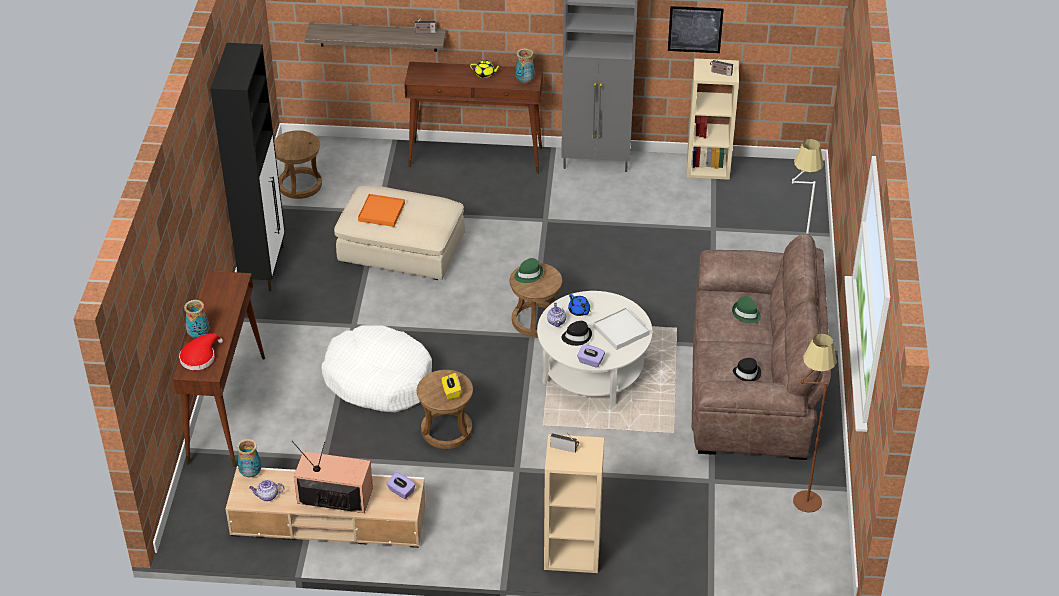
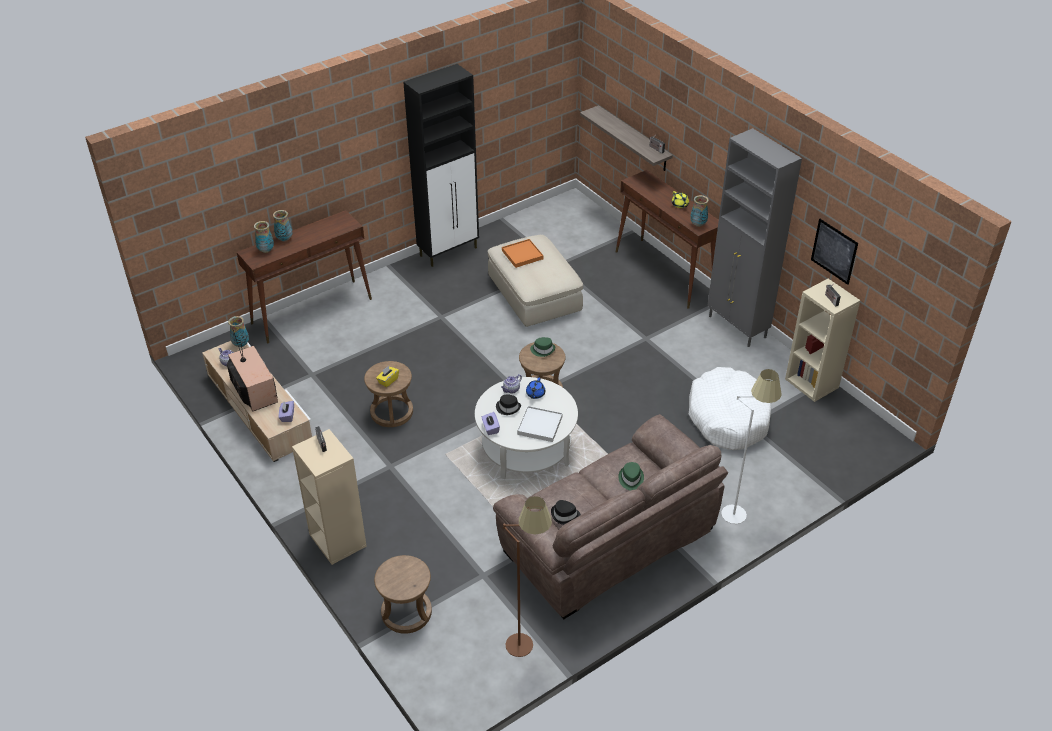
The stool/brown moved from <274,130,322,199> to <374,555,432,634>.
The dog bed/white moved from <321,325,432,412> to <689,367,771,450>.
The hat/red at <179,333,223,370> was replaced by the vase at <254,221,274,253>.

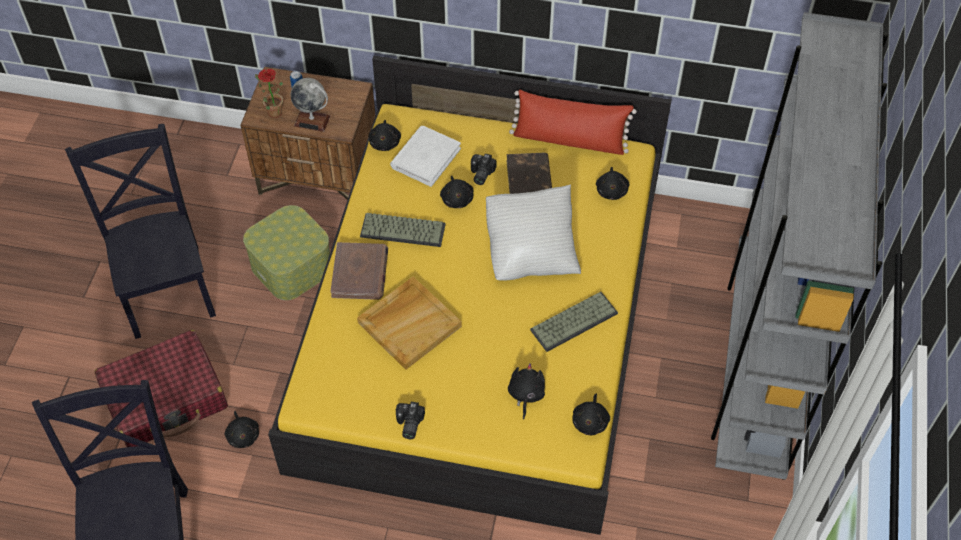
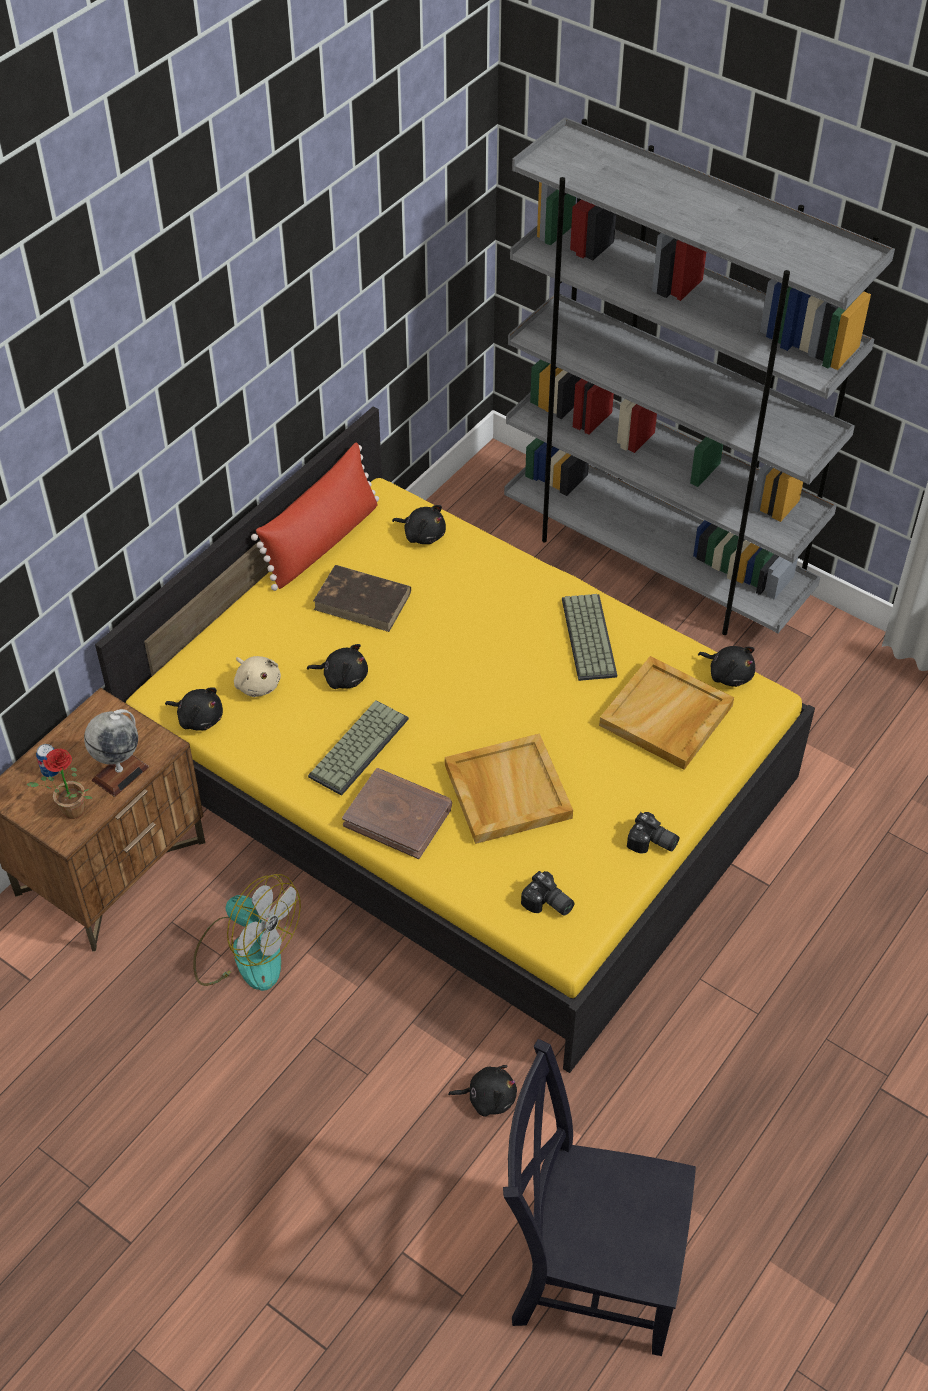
The chair/black at <65,124,216,339> disappeared.
The book/white at <390,126,461,187> was replaced by the plush toy/beige at <234,656,281,697>.
The photo camera moved from <471,153,496,185> to <521,871,575,916>.
The pillow/white at <486,185,581,280> disappeared.
The storage box at <243,205,330,300> was replaced by the fan at <193,874,301,991>.
The suitcase/red at <95,330,228,447> disappeared.
The plush toy/black at <508,363,545,419> was replaced by the tray/beige at <599,656,734,770>.

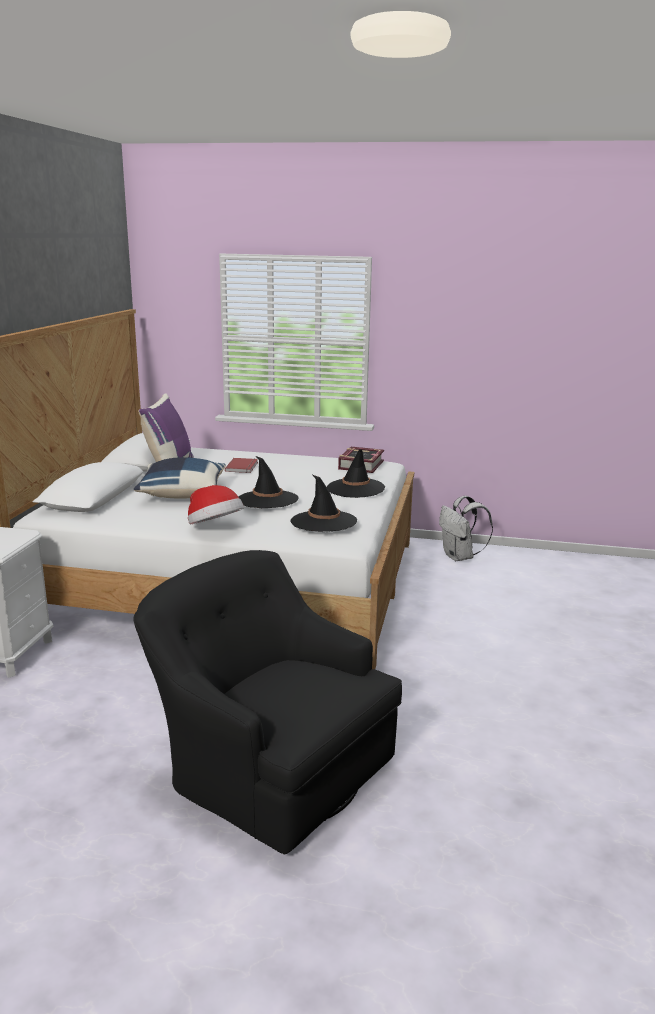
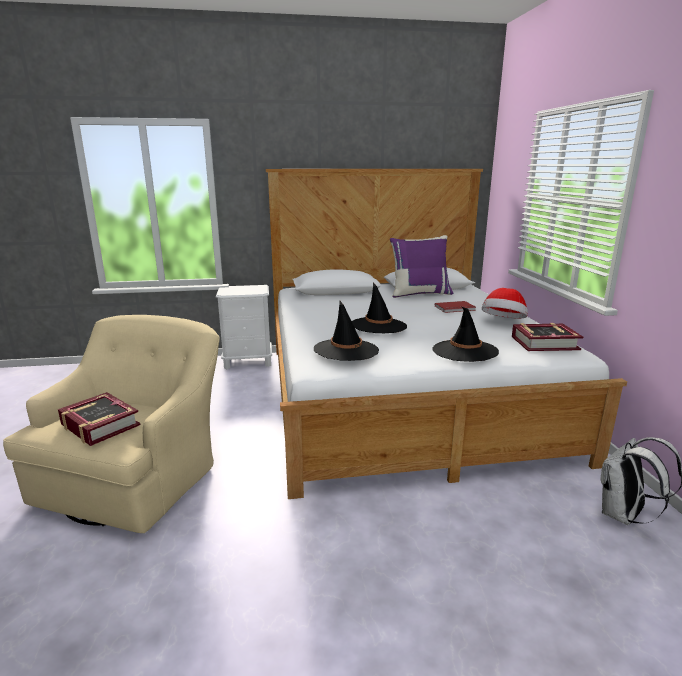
The pillow/blue at <134,457,226,499> disappeared.
The hat moved from <188,485,244,525> to <482,288,528,319>.
The armchair/black at <133,550,402,855> became the armchair/beige at <3,315,220,533>.
The book at <58,392,140,446> appeared.

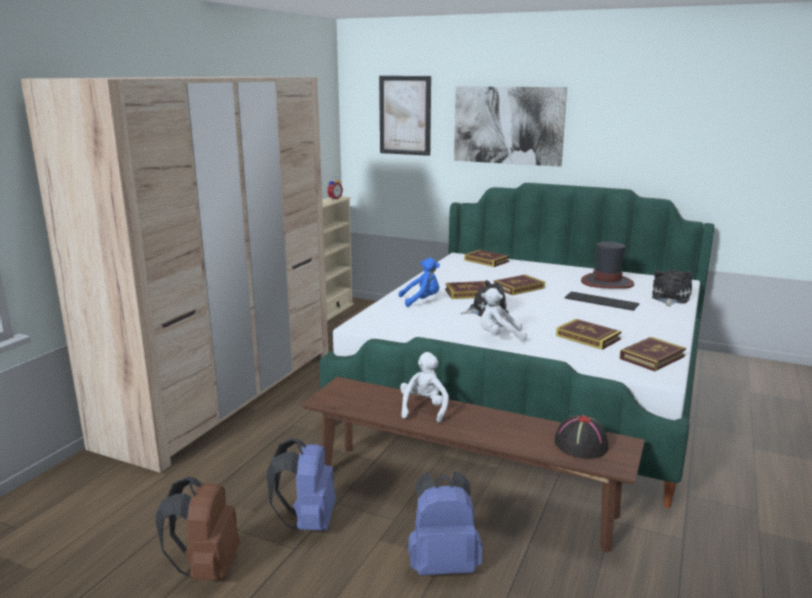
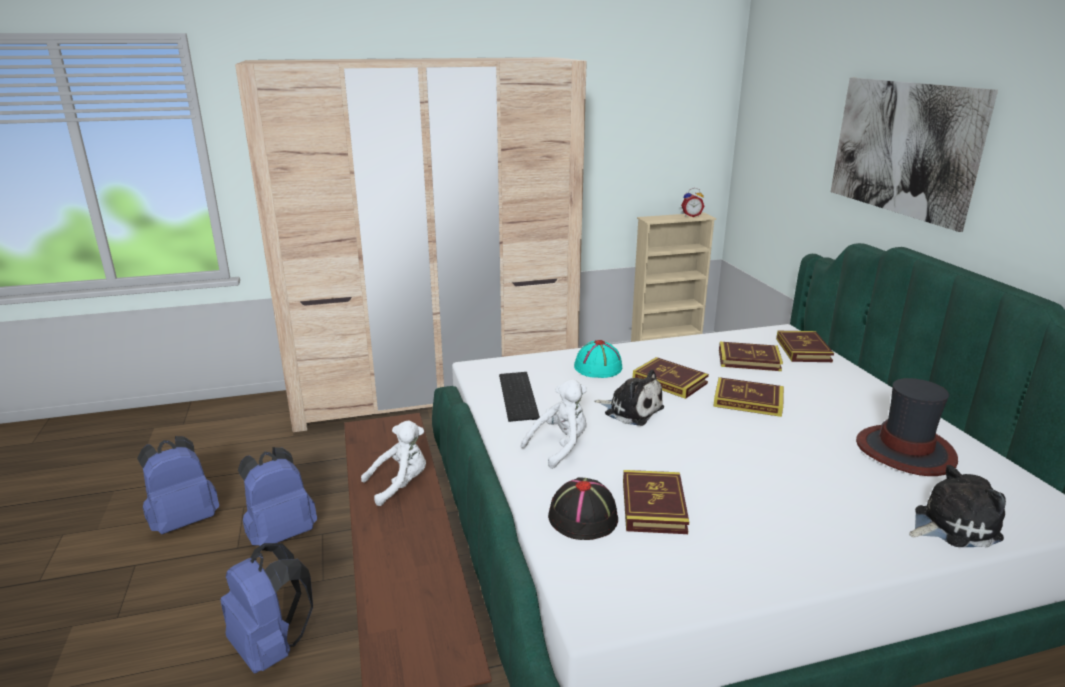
The picture at <379,76,431,156> disappeared.
The plush toy/blue at <399,258,440,307> was replaced by the hat/turquoise at <574,340,622,378>.
The plush toy/white at <480,288,527,342> turned 90 degrees clockwise.
The keyboard moved from <564,292,639,311> to <499,372,540,422>.
The book moved from <619,337,686,371> to <719,342,783,371>.
The hat/black moved from <554,415,609,459> to <548,477,618,540>.
The backpack/brown at <156,477,240,580> became the backpack/blue at <137,436,219,534>.

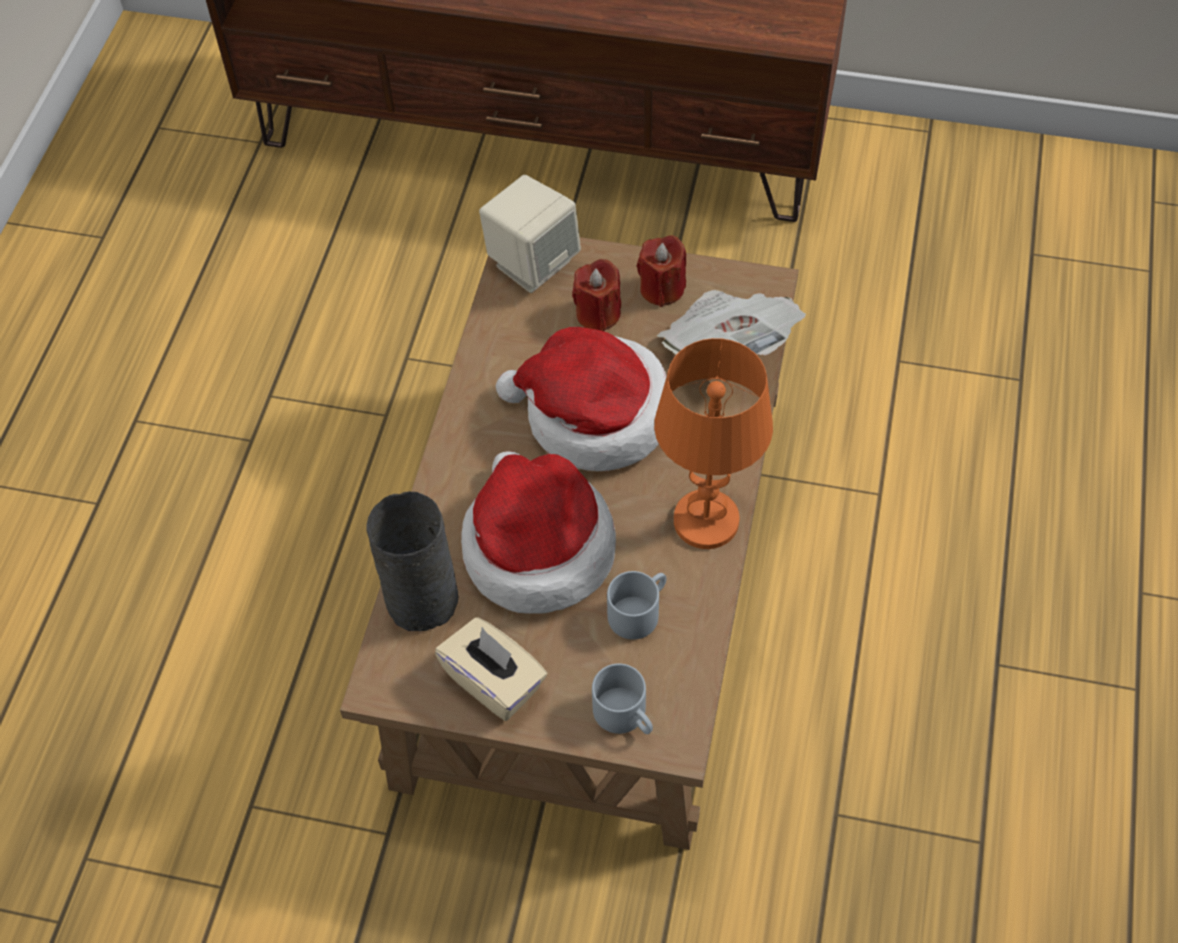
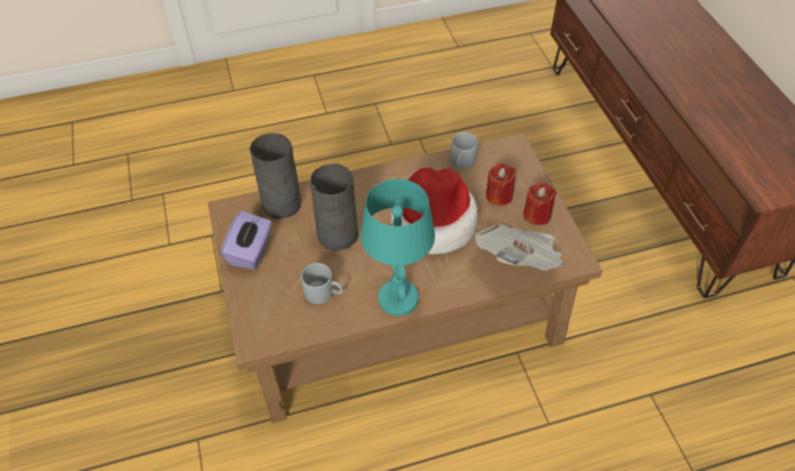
The speaker/beige at <479,175,581,293> disappeared.
The table lamp/orange at <654,338,773,549> became the table lamp/turquoise at <361,179,435,316>.
The hat at <461,451,616,614> was replaced by the vase/grey at <310,164,358,250>.
The tissue box/beige at <435,617,547,721> became the tissue box/purple at <221,211,272,270>.
The mug/grey moved from <592,663,653,734> to <450,132,478,169>.

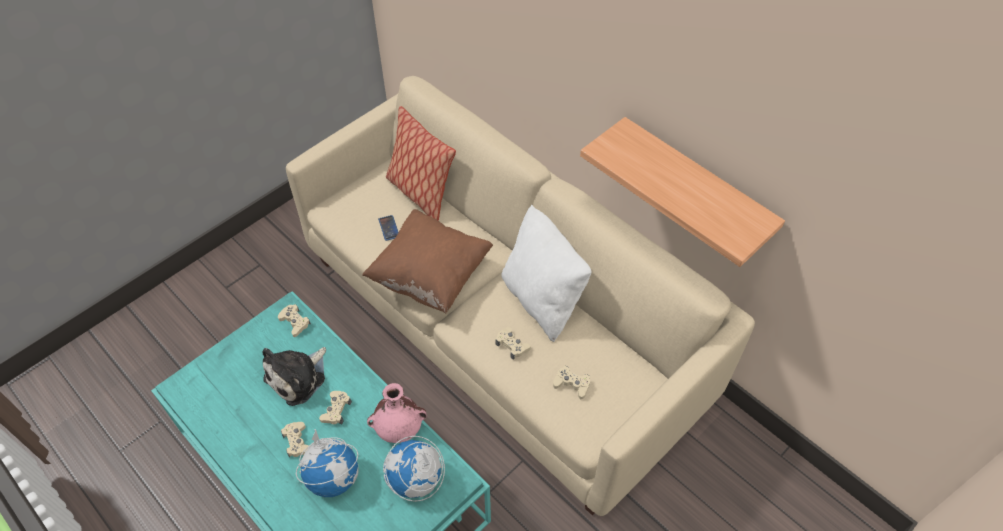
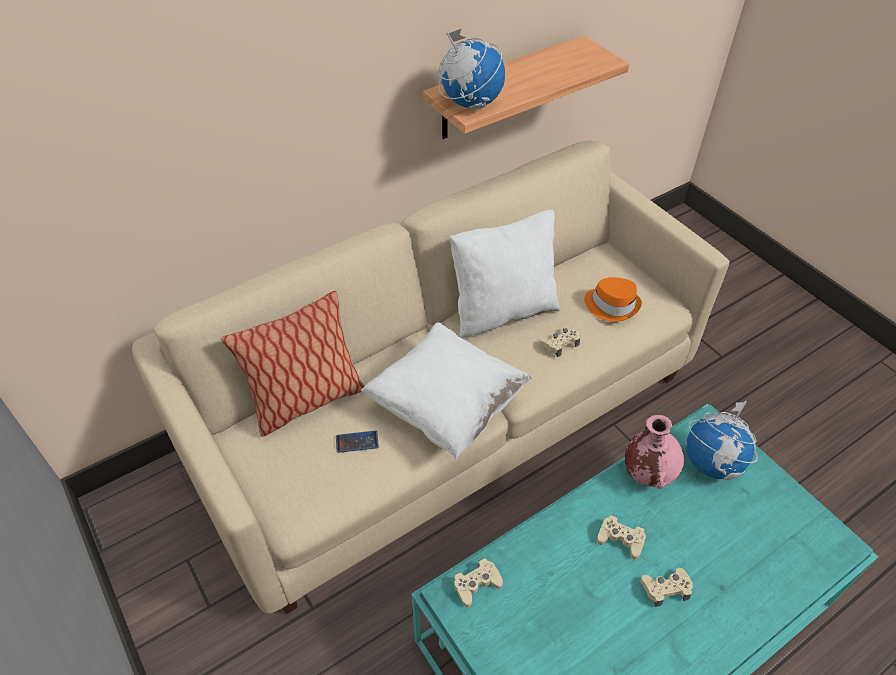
The pillow/brown at <362,209,493,313> became the pillow/white at <361,322,532,460>.
The plush toy at <263,347,326,406> disappeared.
The game controller/beige at <553,366,590,399> was replaced by the hat/orange at <584,277,642,322>.
The globe moved from <296,429,359,497> to <438,29,505,109>.

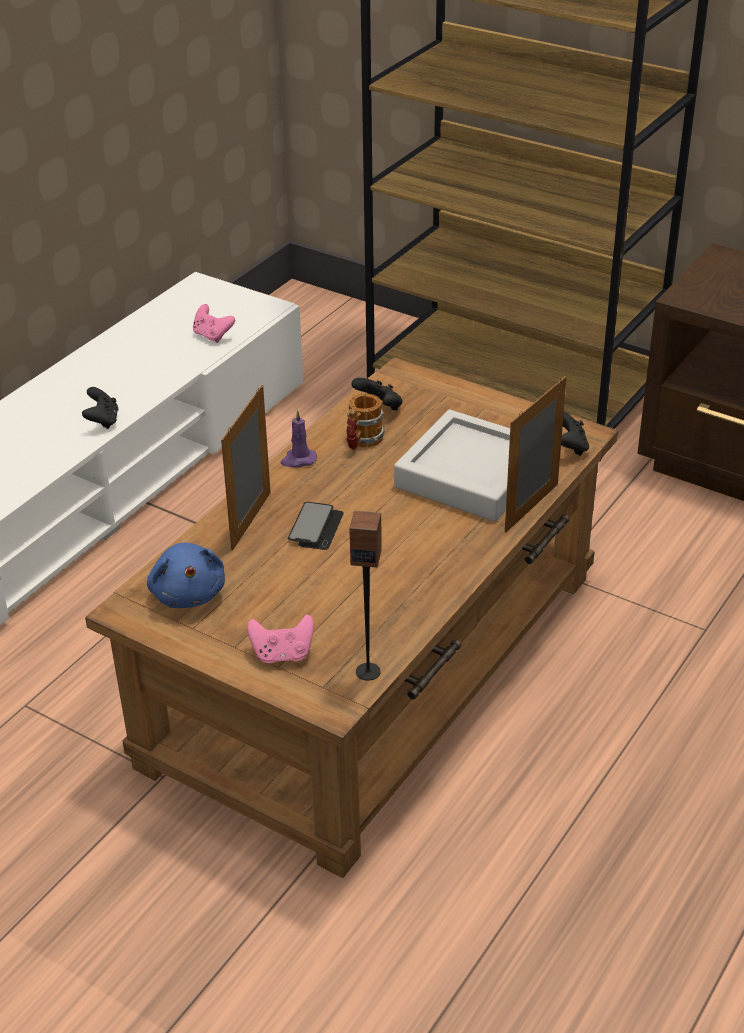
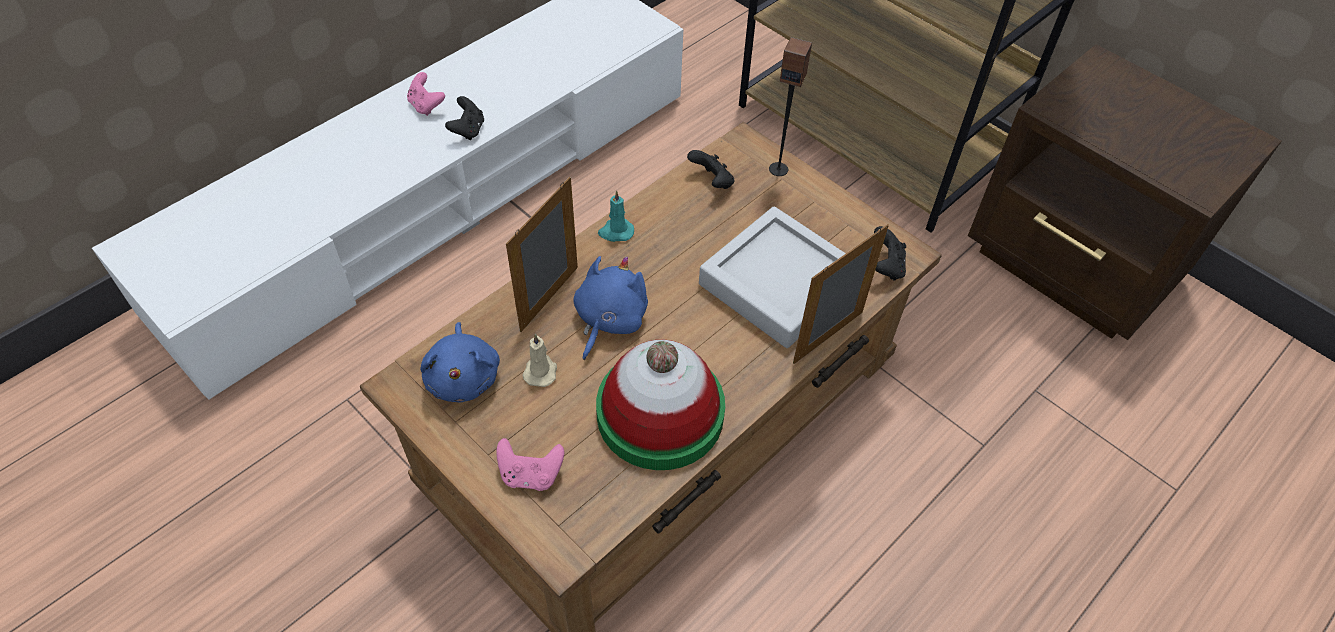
The game controller/pink moved from <193,304,235,343> to <407,72,445,116>.
The mug at <346,393,385,451> disappeared.
The candle/purple at <281,410,317,467> became the candle/turquoise at <598,190,634,242>.
The phone at <288,502,344,550> was replaced by the plush toy/blue at <574,256,648,360>.
The speaker moved from <349,511,382,681> to <769,37,812,176>.
The candle/beige at <522,334,557,387> appeared.
The hat at <596,340,725,470> appeared.

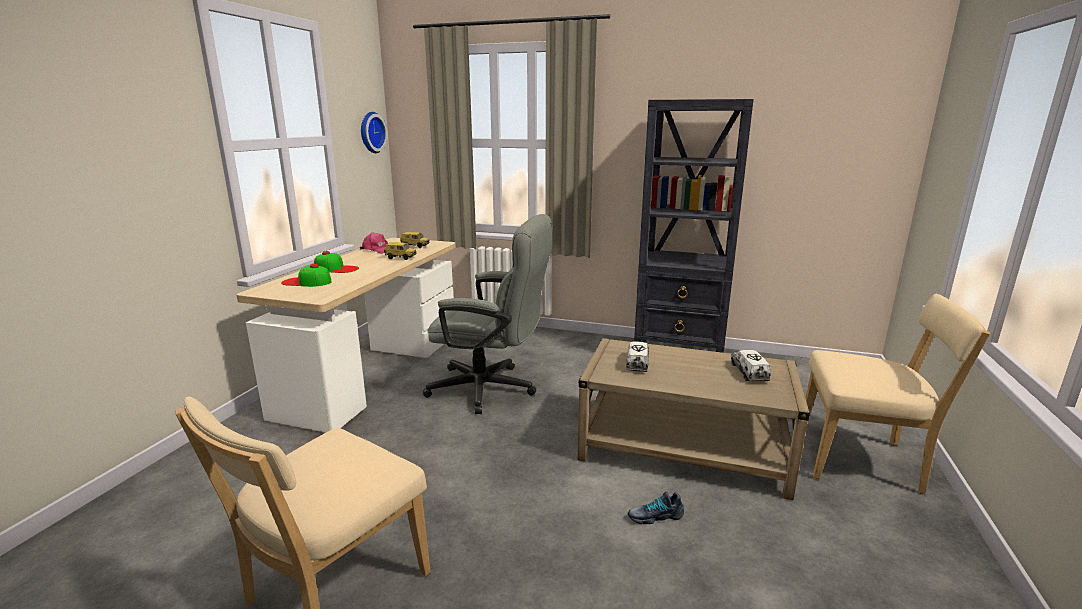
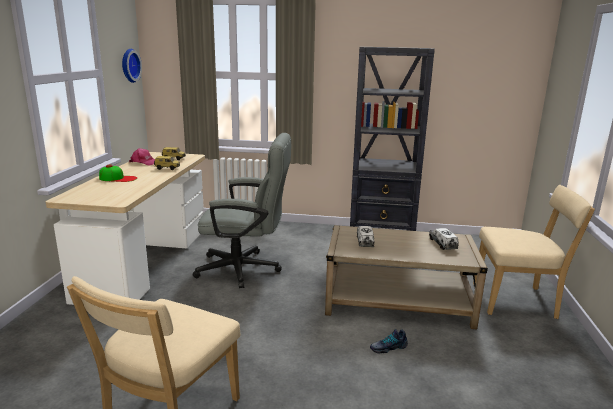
The cap at <281,264,332,287> disappeared.

